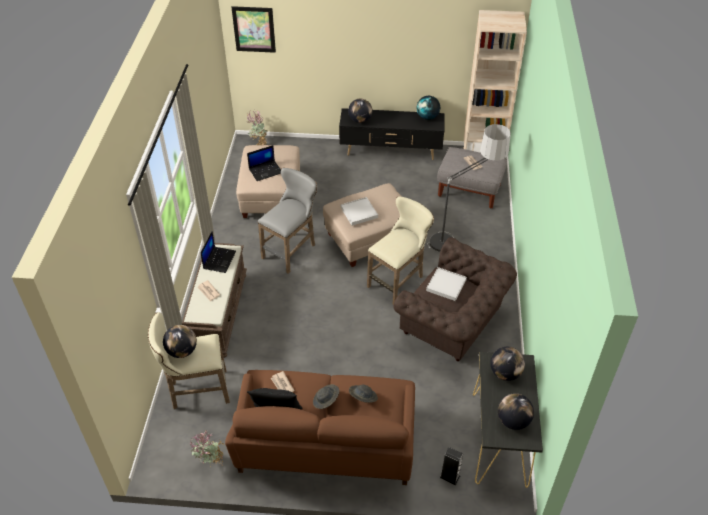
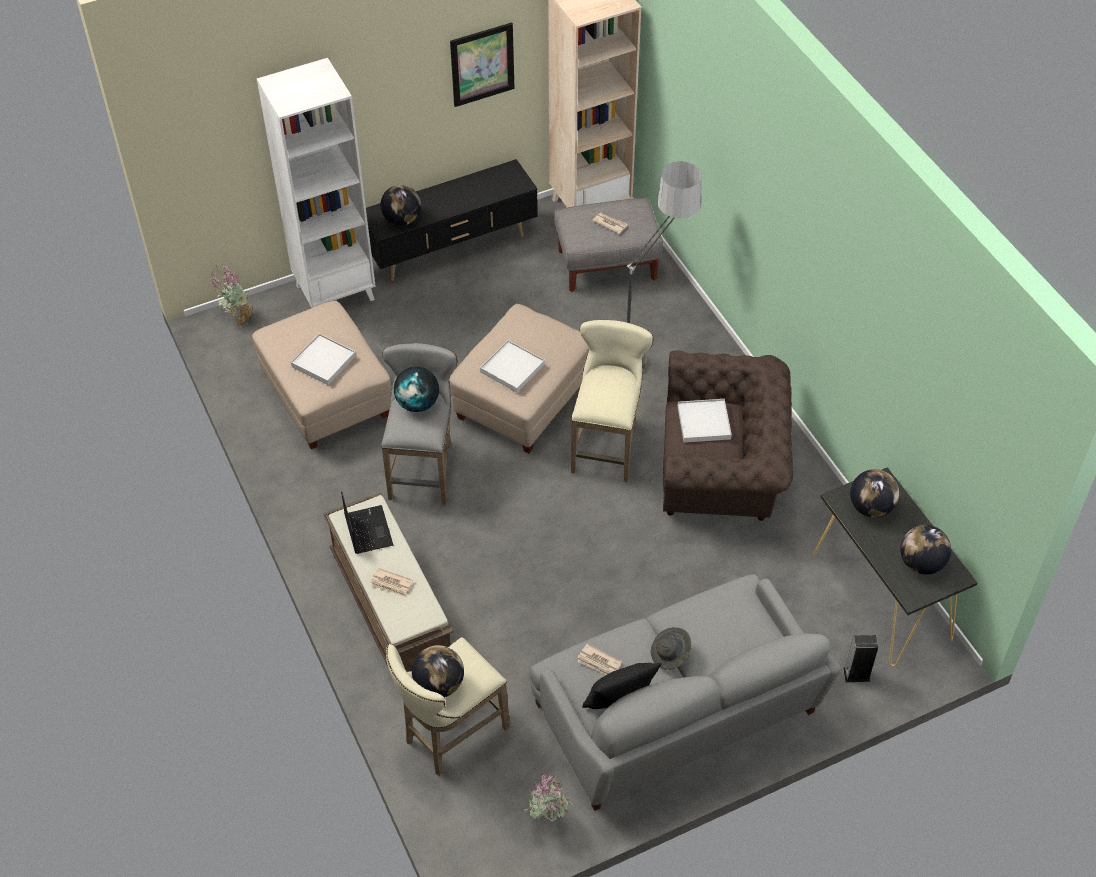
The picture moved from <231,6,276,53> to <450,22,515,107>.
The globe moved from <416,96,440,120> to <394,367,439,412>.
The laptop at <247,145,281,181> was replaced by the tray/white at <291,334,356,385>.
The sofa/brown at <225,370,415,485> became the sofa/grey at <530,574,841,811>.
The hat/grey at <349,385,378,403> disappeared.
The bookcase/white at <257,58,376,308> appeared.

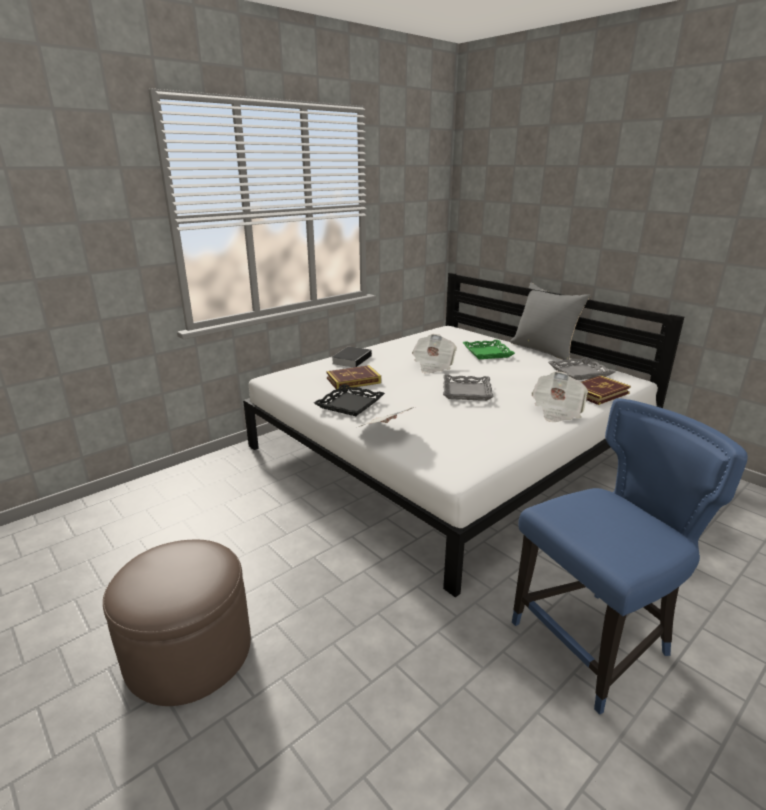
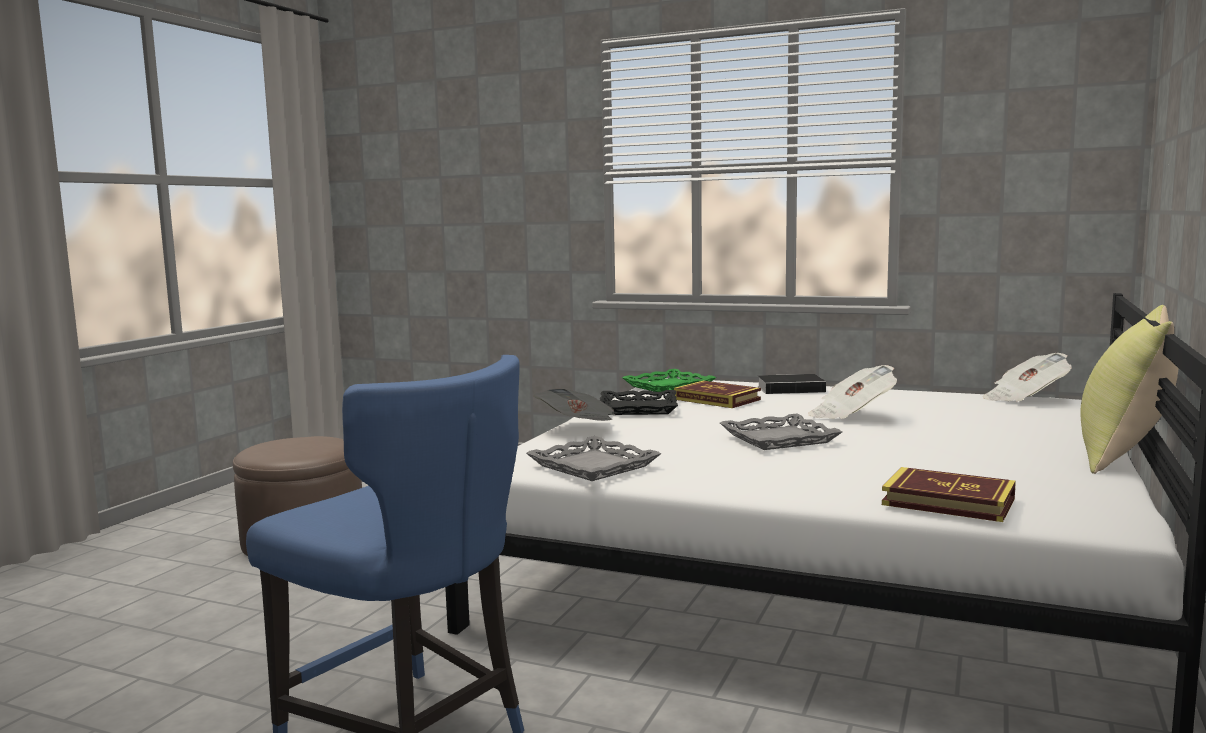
The pillow/grey at <510,283,591,360> became the pillow/yellow at <1080,305,1178,474>.
The tray/green moved from <462,340,515,359> to <622,369,716,392>.
The tray/grey moved from <548,357,615,380> to <526,436,661,481>.
The newspaper moved from <531,371,588,422> to <983,353,1072,402>.

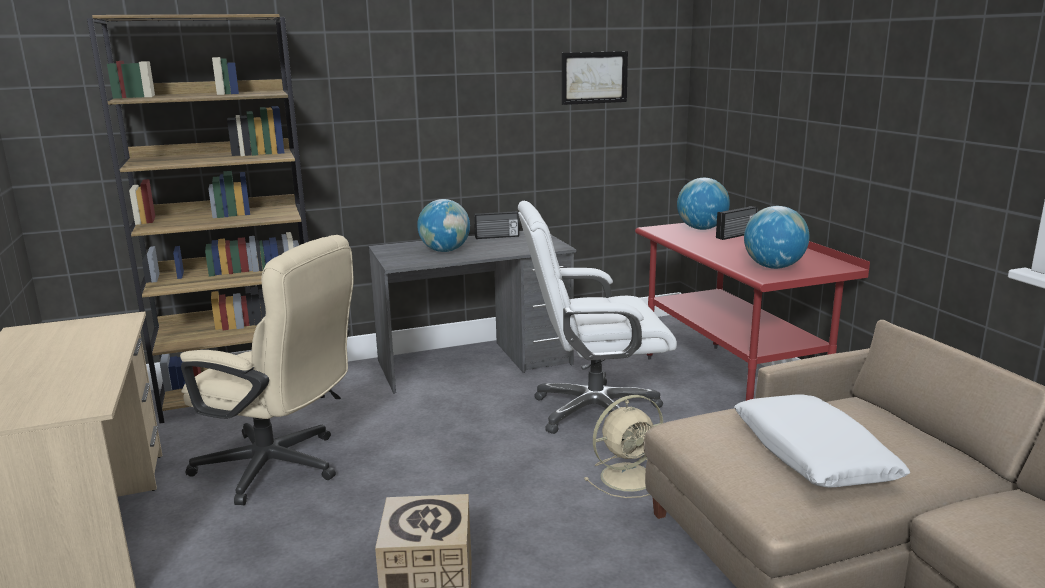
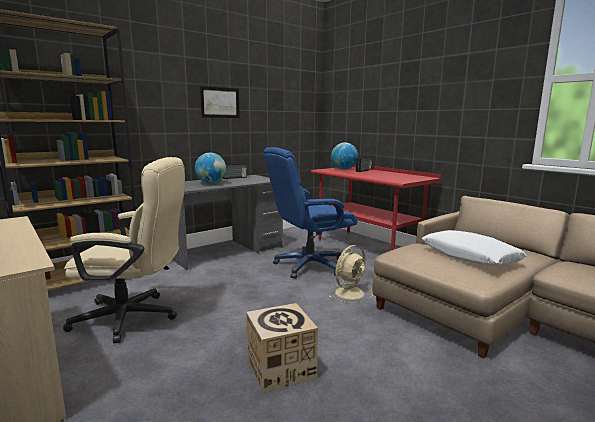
The picture moved from <562,51,628,105> to <200,86,240,118>.
The office chair/white at <518,201,677,434> became the office chair/blue at <264,147,357,279>.
The globe at <744,206,809,269> disappeared.

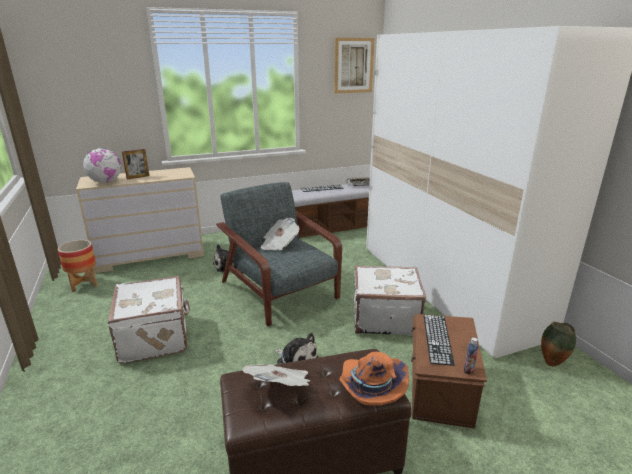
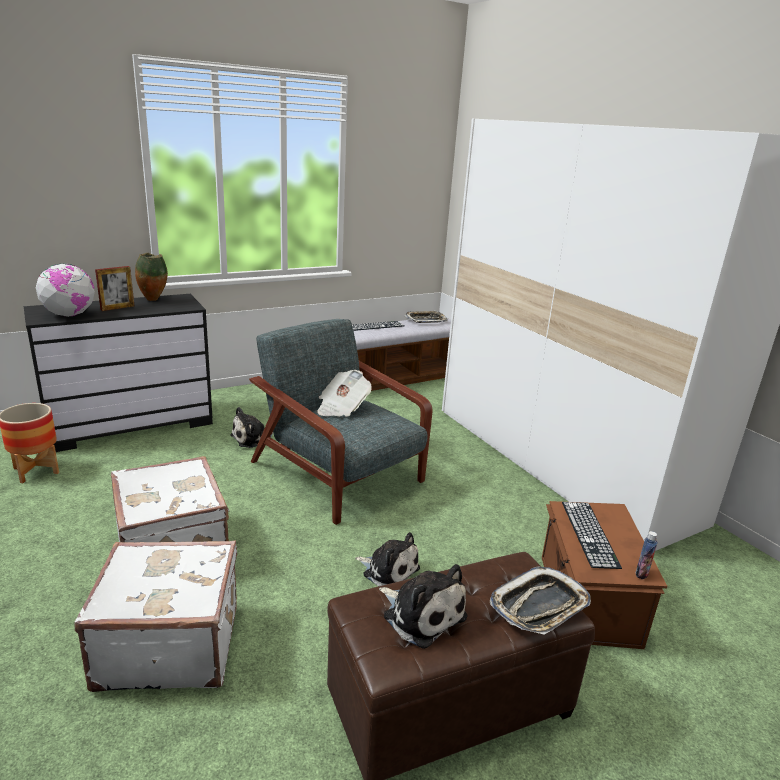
The picture at <334,38,374,94> disappeared.
The dresser/beige at <76,167,204,273> became the dresser/black at <24,294,213,452>.
The suitcase/white moved from <354,265,426,336> to <74,541,237,692>.
The vase moved from <541,321,576,366> to <135,253,168,301>.
The hat/orange at <339,352,409,406> was replaced by the tray at <490,567,591,635>.
The newspaper at <243,364,310,386> was replaced by the plush toy at <379,564,467,649>.

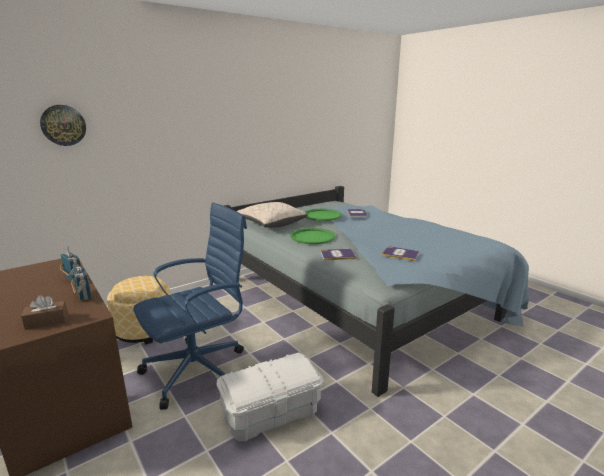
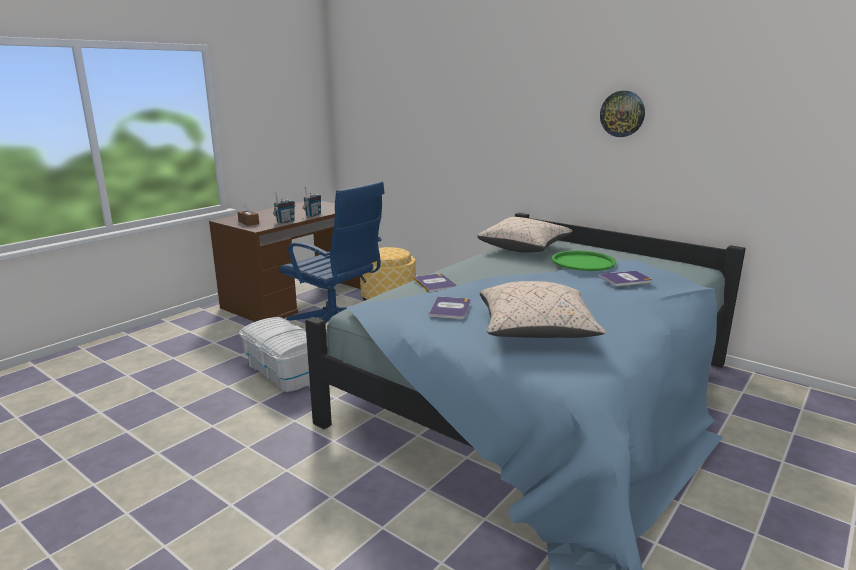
The wall clock moved from <40,105,86,146> to <600,91,645,137>.
The tray/green at <290,228,336,244> disappeared.
The pillow/beige at <480,281,606,338> appeared.

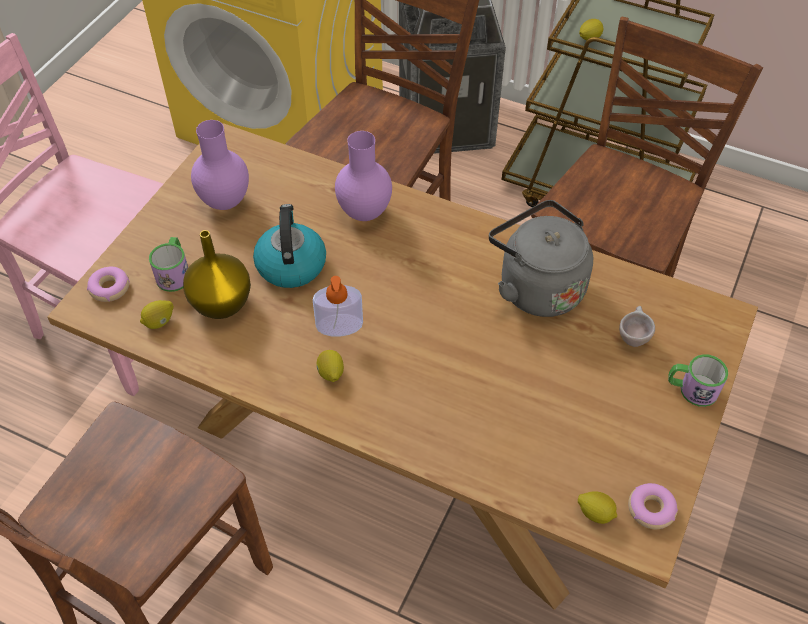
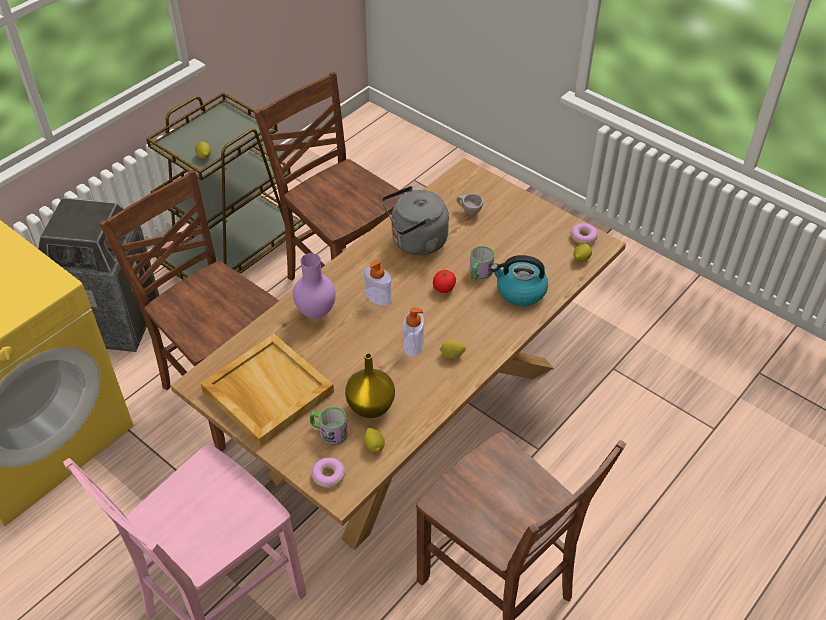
The vase/purple at <191,120,249,210> was replaced by the tray/beige at <201,334,334,446>.
The kettle moved from <253,204,326,288> to <491,255,548,306>.
The mug moved from <668,354,728,407> to <470,246,494,280>.
The soap dispenser at <364,260,392,306> appeared.
The tomato at <433,270,456,293> appeared.

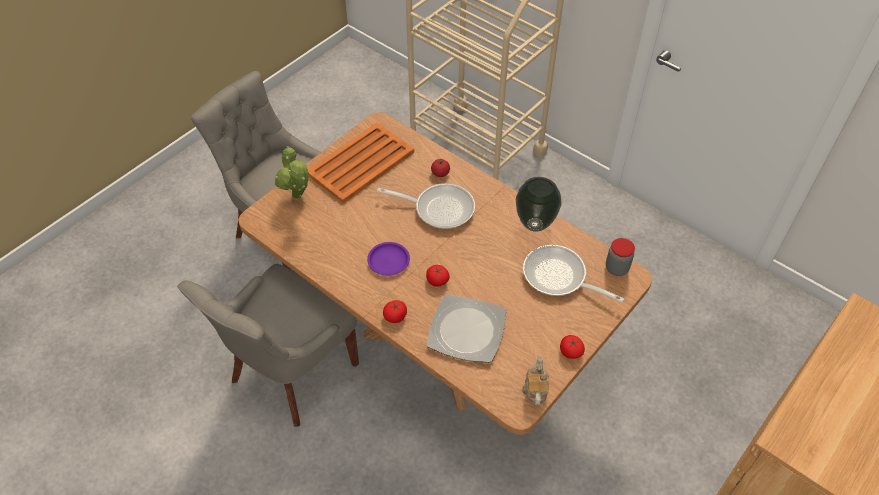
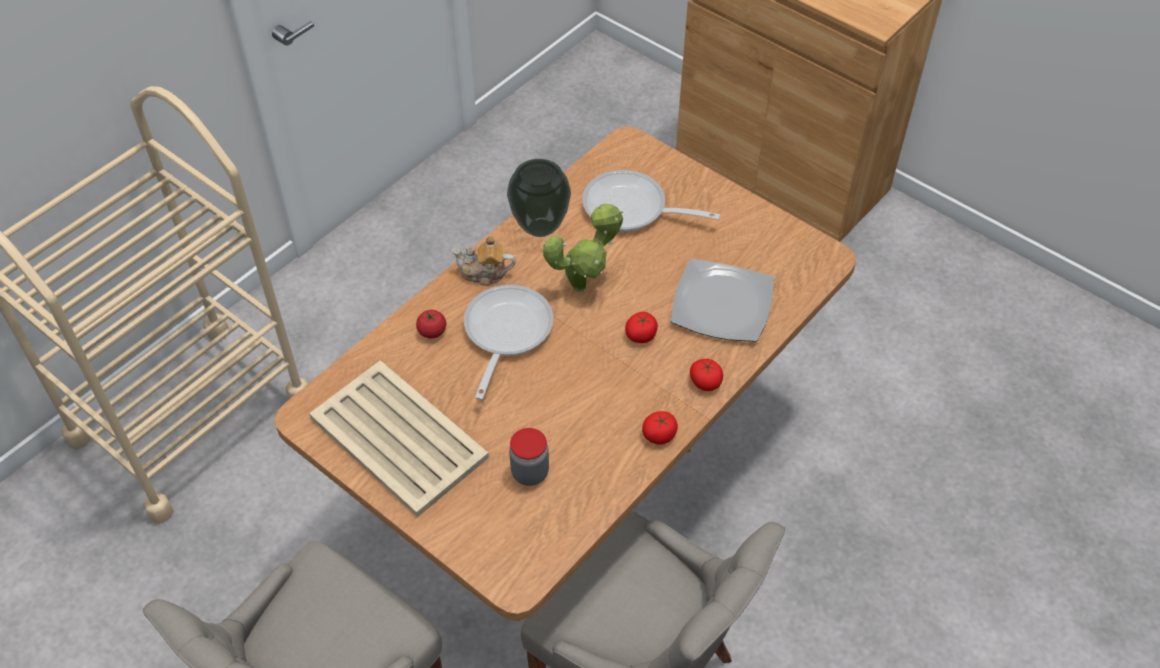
The tray/orange at <308,123,414,203> became the tray/beige at <309,360,489,517>.
The potted plant moved from <275,146,310,200> to <543,203,623,292>.
The jar moved from <606,238,635,276> to <509,428,549,486>.
The plate/purple at <367,242,410,276> disappeared.
The frying pan at <523,245,624,303> turned 75 degrees clockwise.
The tomato moved from <560,335,585,359> to <642,411,678,445>.
The teapot moved from <522,356,549,405> to <452,236,516,286>.

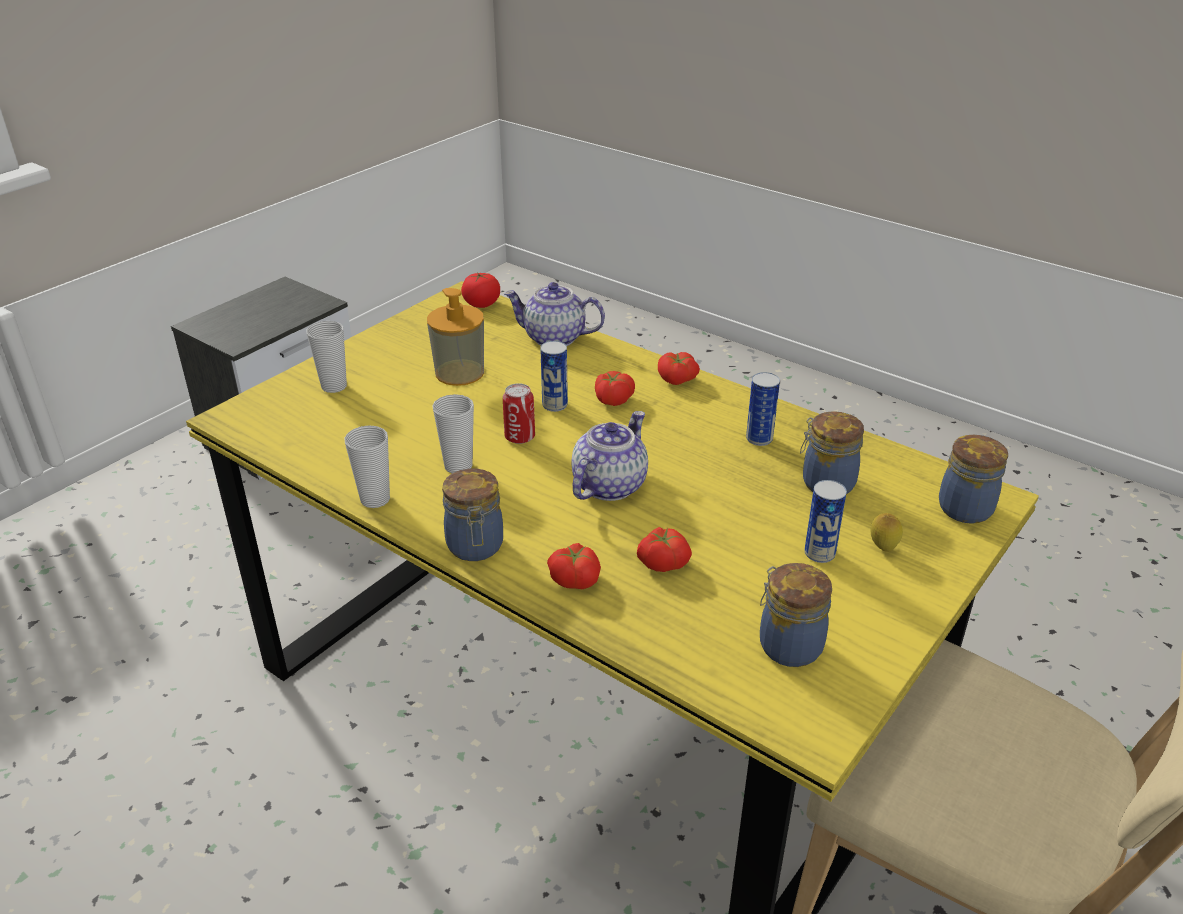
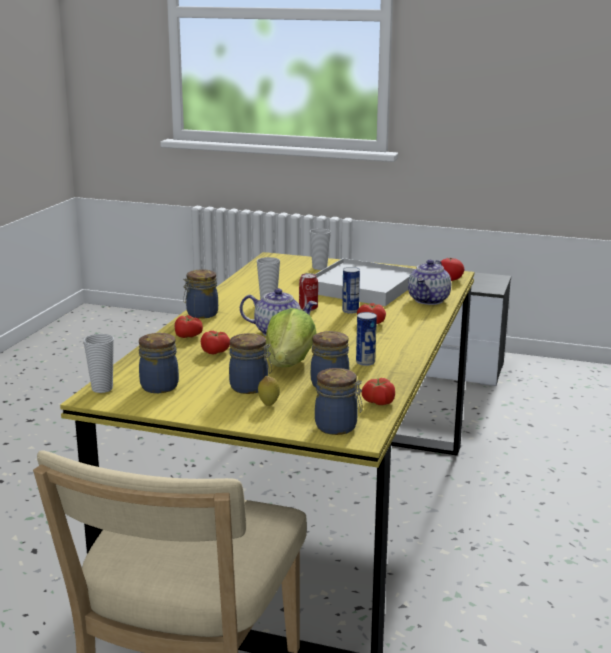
The teapot at <504,282,605,346> turned 150 degrees counterclockwise.
The soap dispenser at <427,288,484,386> was replaced by the tray/white at <315,258,415,306>.
The tomato moved from <658,352,700,385> to <362,378,395,405>.
The cup moved from <344,425,390,508> to <84,334,114,393>.
The can at <804,480,847,563> was replaced by the jar at <229,333,272,394>.
The lettuce at <266,308,317,367> appeared.

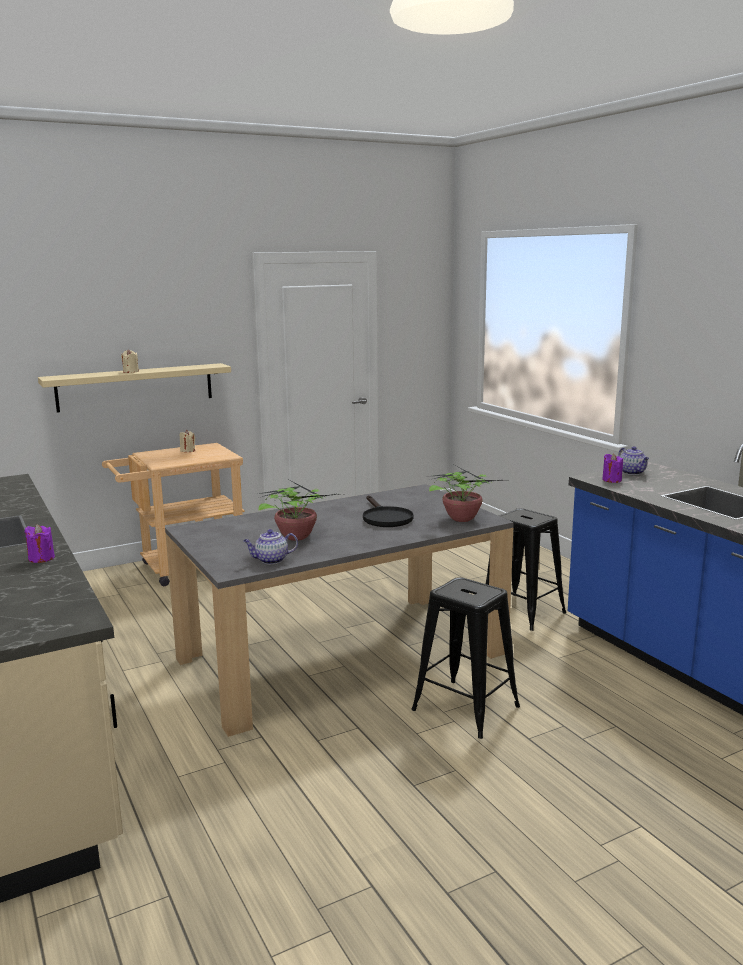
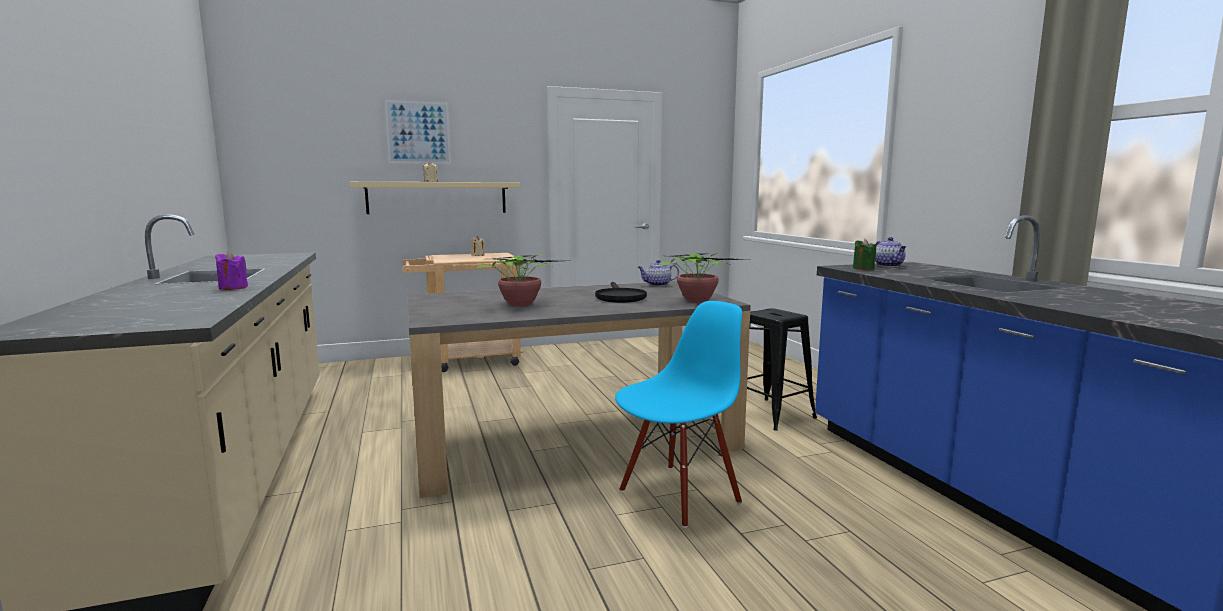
The candle/purple at <602,454,623,483> became the candle/green at <853,239,876,270>.
The teapot moved from <243,529,298,564> to <638,260,679,286>.
The stool/black at <412,577,520,739> was replaced by the chair/blue at <615,301,742,528>.
The picture at <385,100,451,164> appeared.

